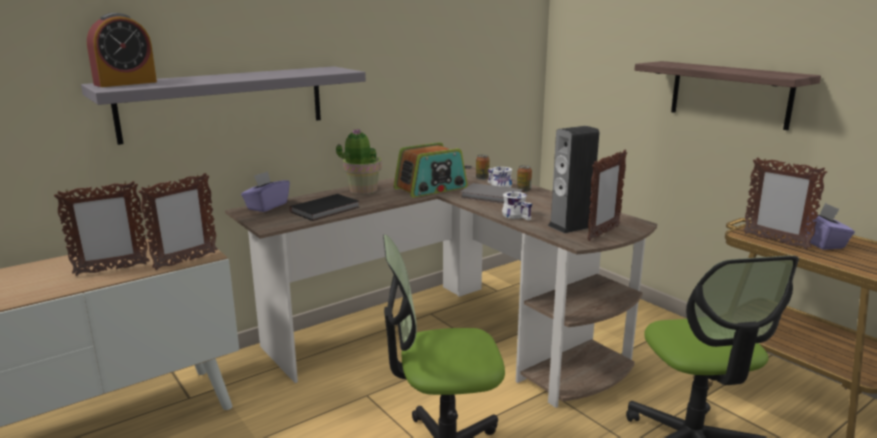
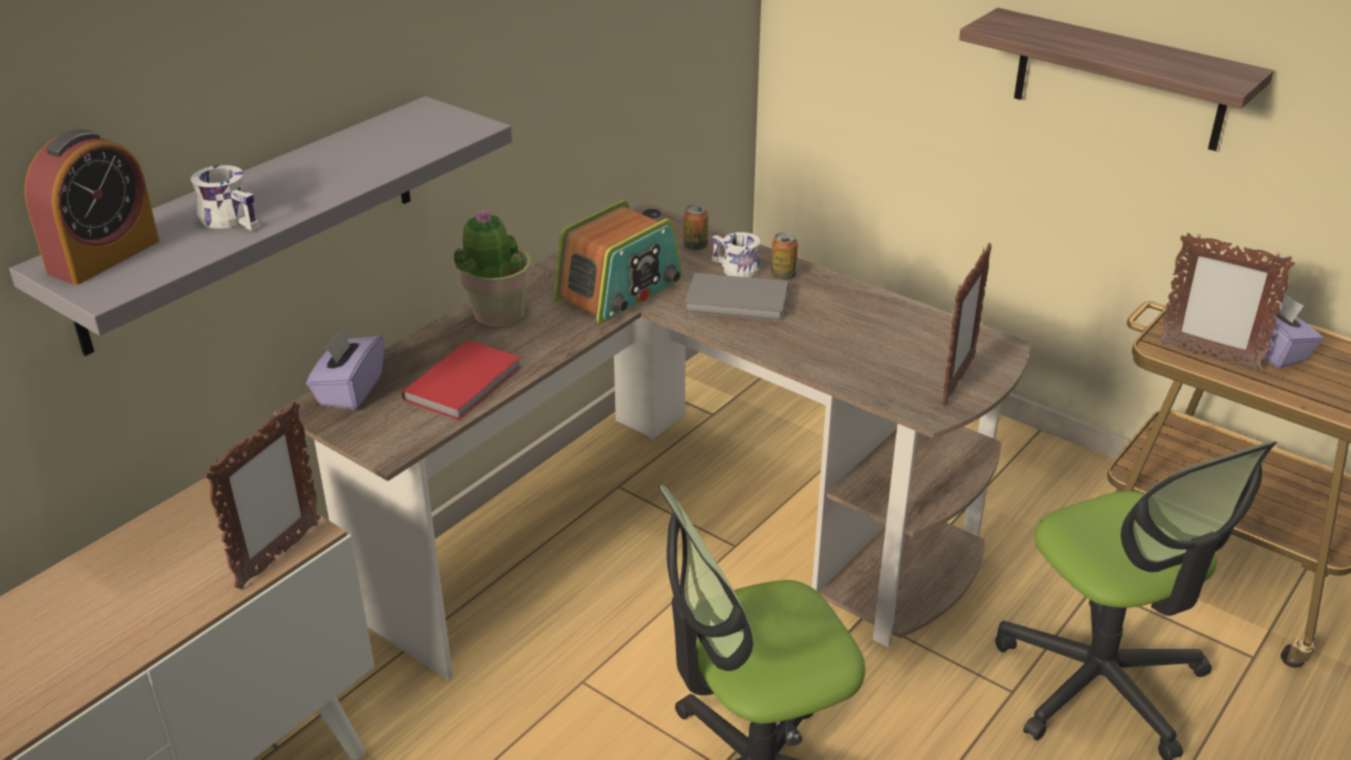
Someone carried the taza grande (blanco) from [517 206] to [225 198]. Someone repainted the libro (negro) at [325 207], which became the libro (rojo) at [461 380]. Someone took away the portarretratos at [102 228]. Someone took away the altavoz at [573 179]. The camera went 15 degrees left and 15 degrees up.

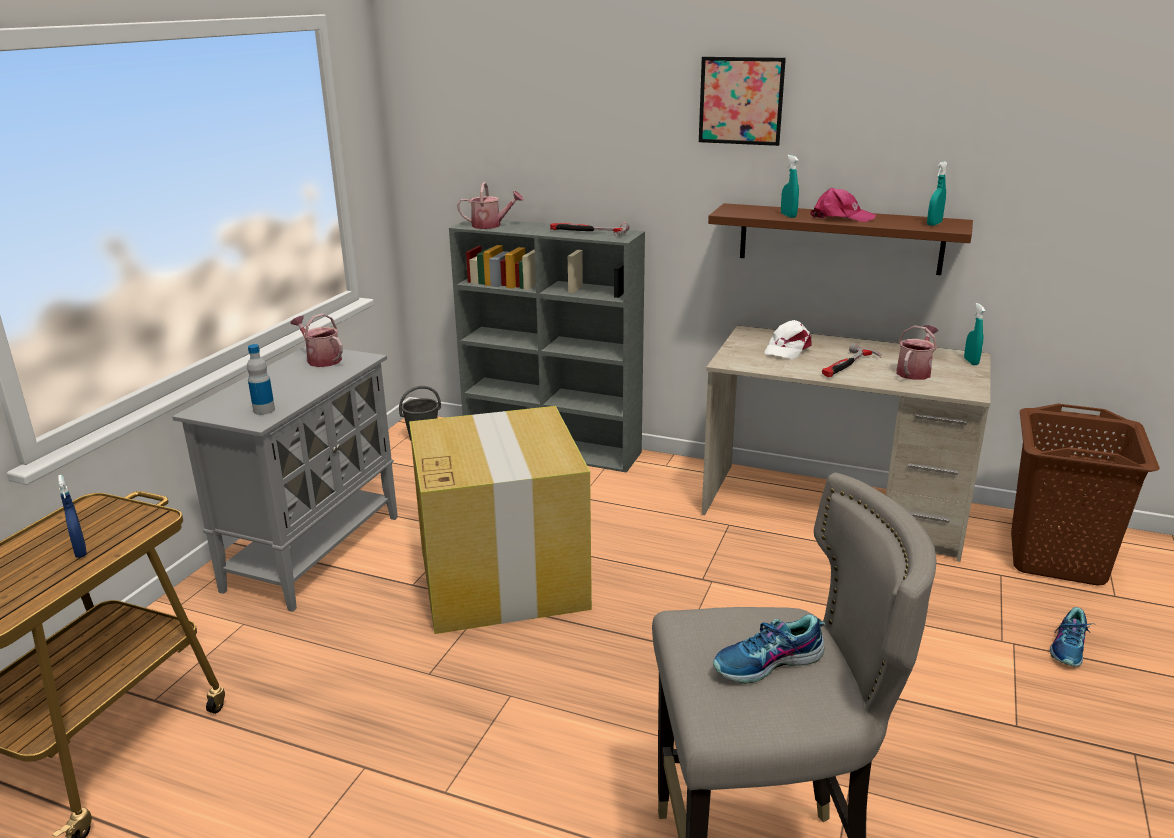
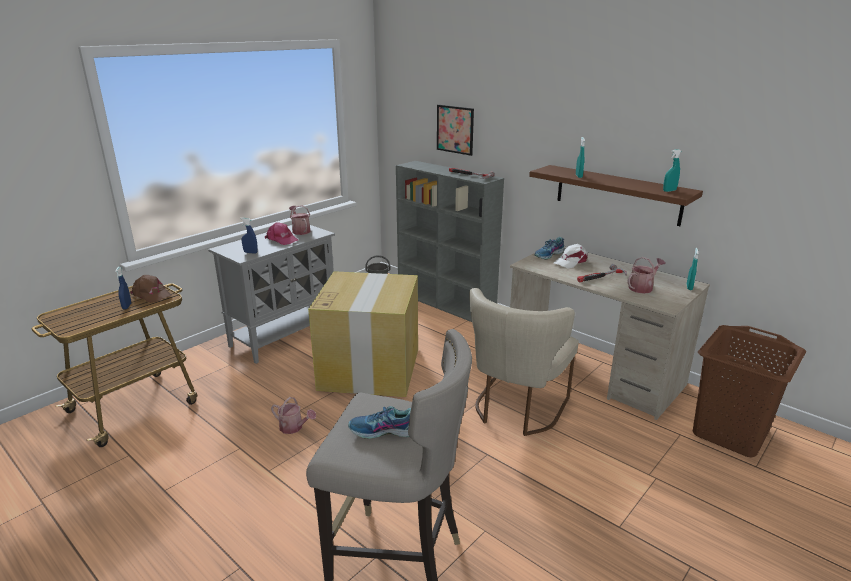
Someone put down the gorra (marrón) at [151 289]. Someone swapped the botella at [261 379] for the pulverizador (azul) at [249 236]. Someone carried the gorra (rosa) from [843 205] to [281 233]. Someone carried the regadera from [490 205] to [293 415]. Someone carried the cuadro from [742 101] to [455 130]. Someone put down the silla (beis) at [524 362]. Someone carried the zapato from [1071 637] to [549 248]. The camera went 20 degrees right and 0 degrees up.

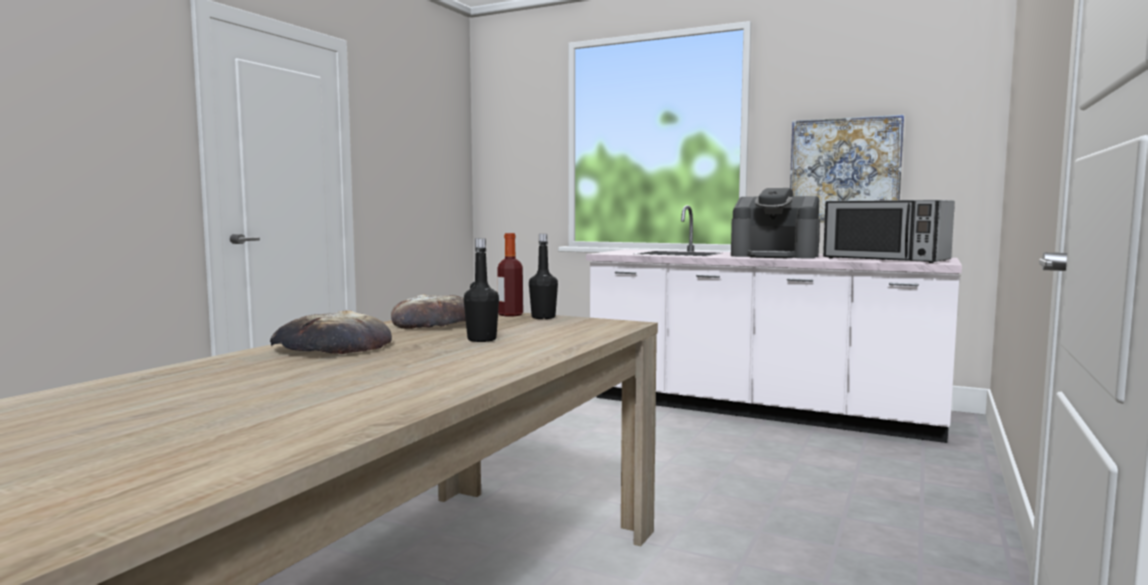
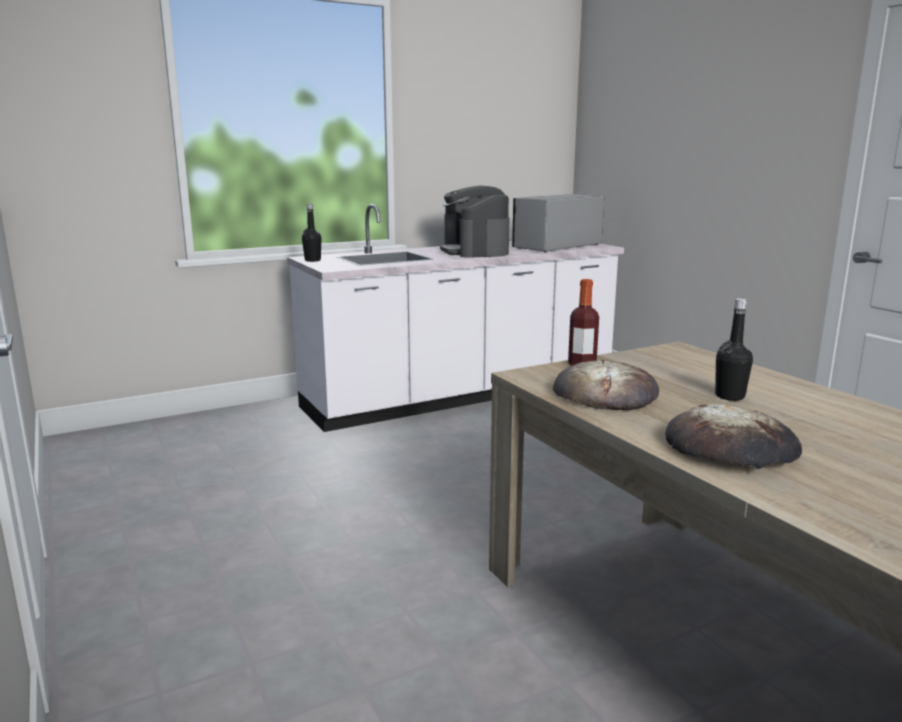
Someone carried the botella (negro) from [543 276] to [311 233]. Someone rotated the cafetera at [775 223] by 105 degrees clockwise. Someone rotated the microondas at [889 231] by 150 degrees clockwise. Someone took away the cuadro at [847 169]. The camera went 55 degrees left and 10 degrees up.

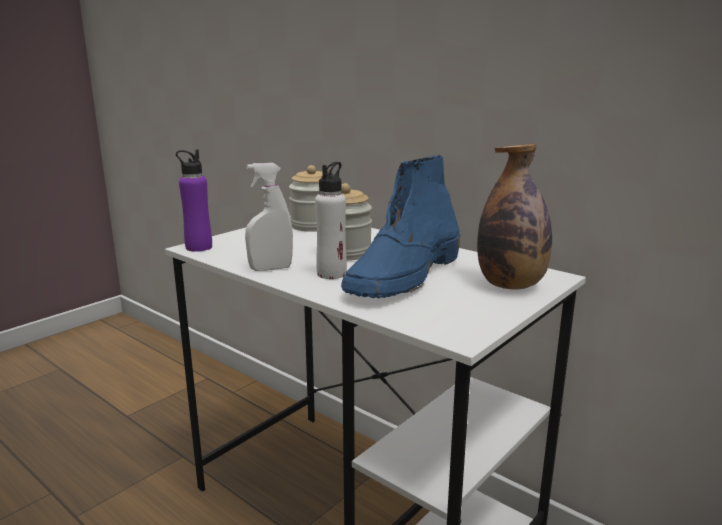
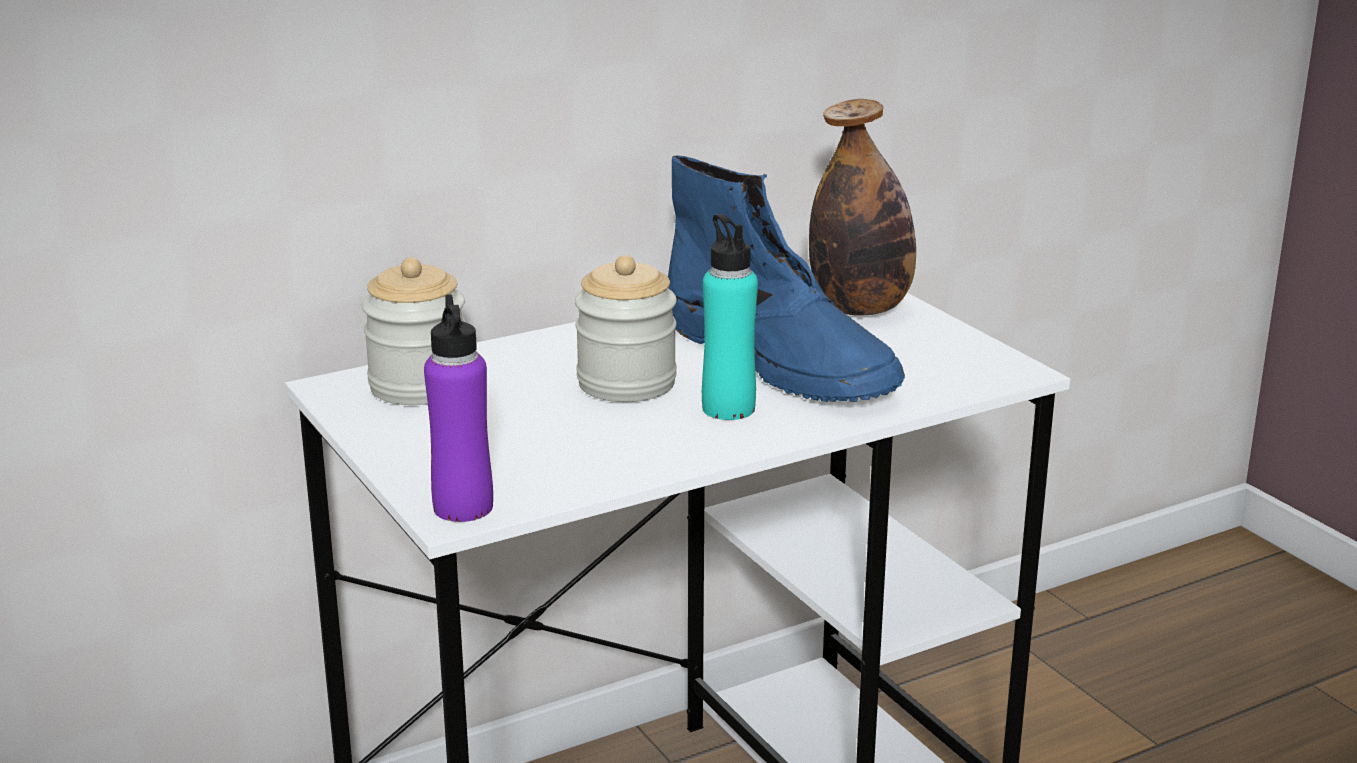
Someone repainted the botella (blanco) at [331 220], which became the botella (turquesa) at [730 317]. Someone took away the pulverizador (blanco) at [269 217]. The camera went 70 degrees left and 5 degrees up.

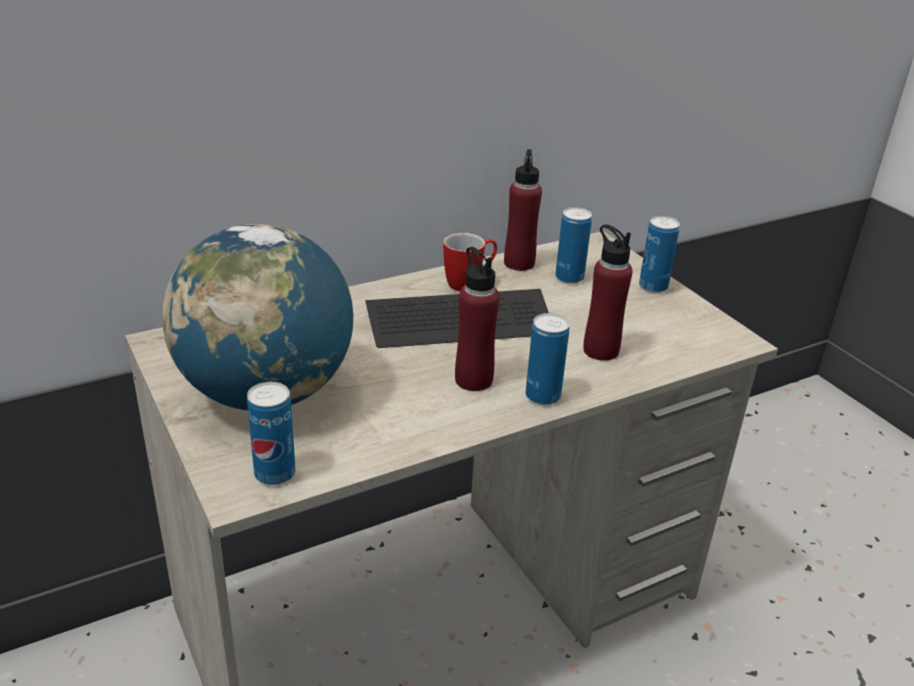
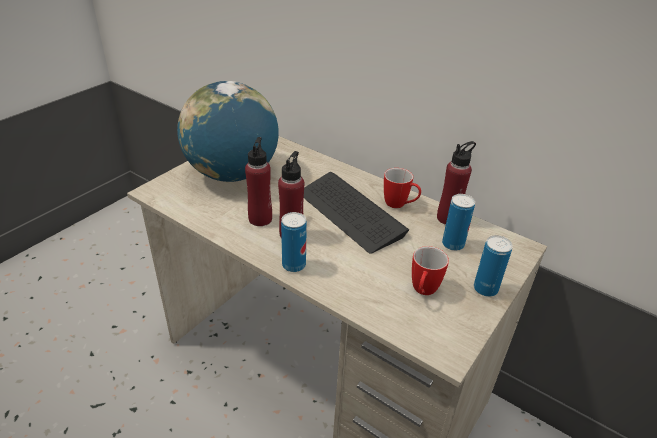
Someone carried the botella (rojo) from [608 292] to [258 181]. Someone put down the taza grande at [430 270]. Someone took away the lata at [271 433]. The camera went 65 degrees right and 5 degrees up.

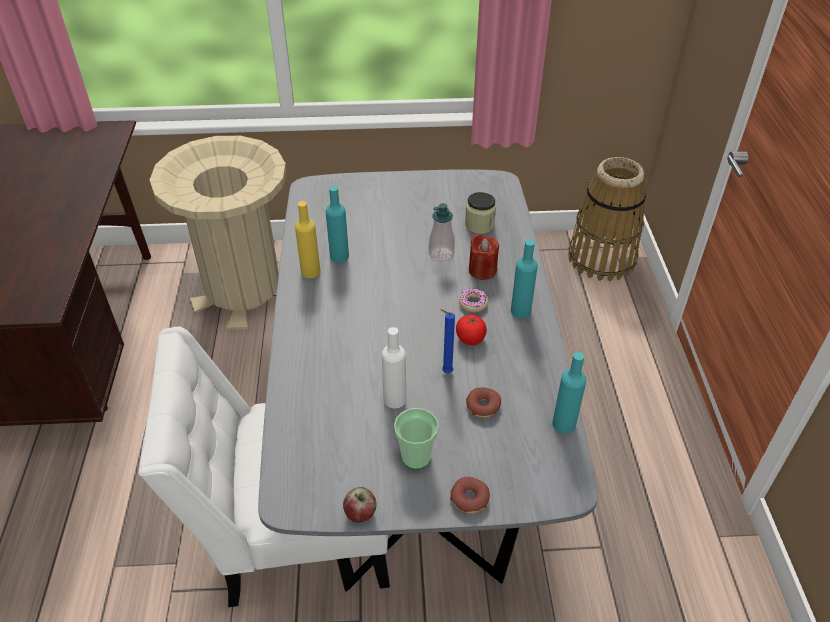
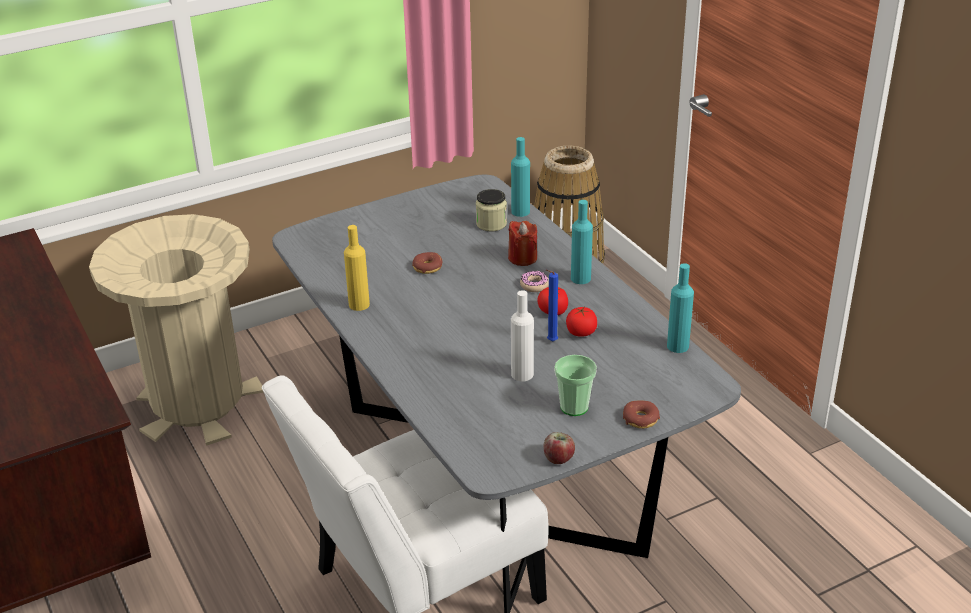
Someone carried the rosquilla from [483 402] to [427 263]. Someone carried the botella (turquesa) from [337 224] to [520 177]. Someone put down the tomate at [581 322]. Someone took away the dispensador de jabón at [442 232]. The camera went 25 degrees left and 10 degrees down.

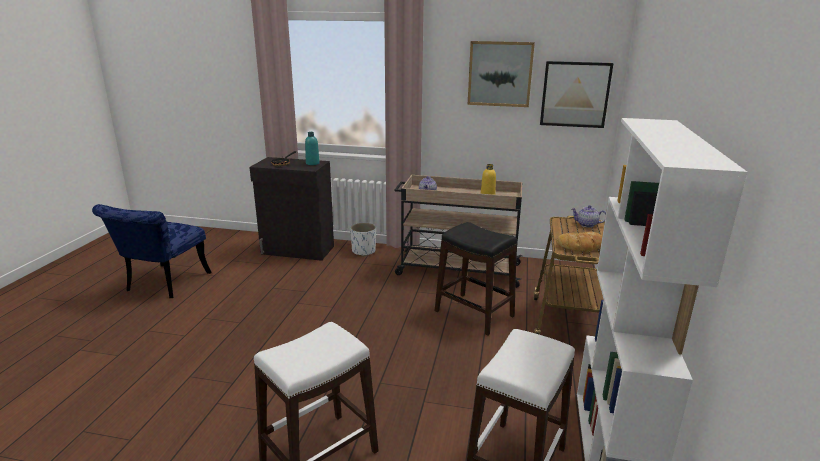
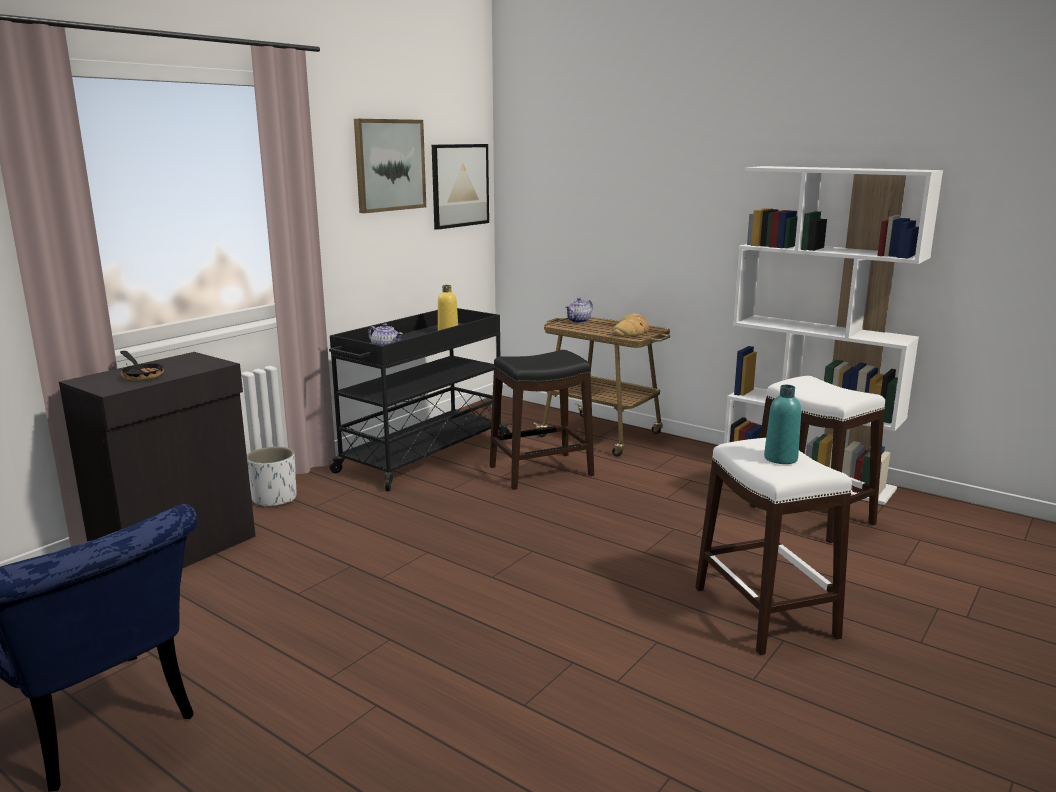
Someone repainted the carrito (beis) at [458 231], which became the carrito (negro) at [420 399]. Someone carried the botella (turquesa) from [312 148] to [782 424]. The camera went 65 degrees left and 5 degrees down.

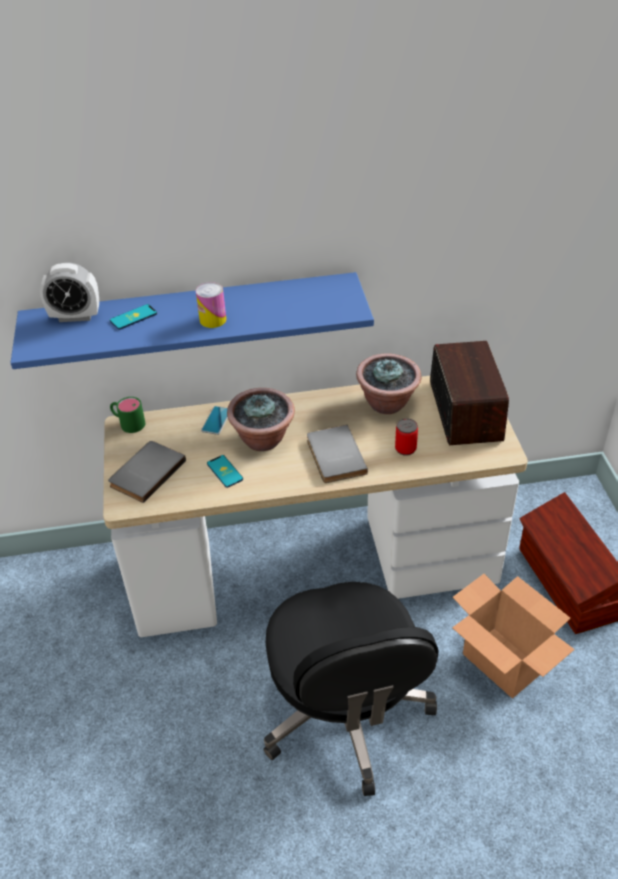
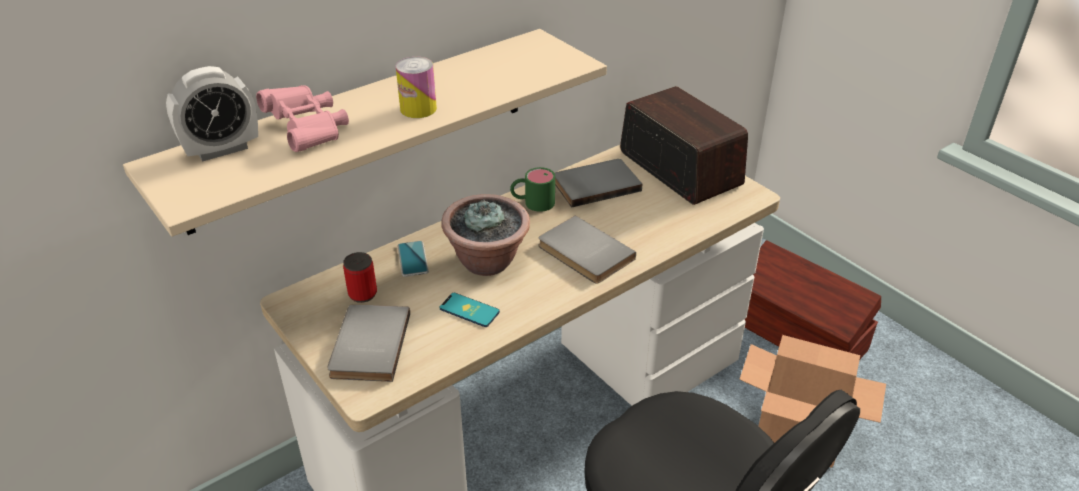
Someone repainted the estante (azul) at [192 320], which became the estante (beis) at [365 133]. Someone swapped the móvil at [133 317] for the prismáticos (rosa) at [302 118]. Someone carried the lata from [406 437] to [360 277]. Someone carried the taza grande (verde) from [127 415] to [532 189]. Someone swapped the planta en maceta at [388 383] for the libro (gris) at [598 183]. The camera went 30 degrees left and 5 degrees down.

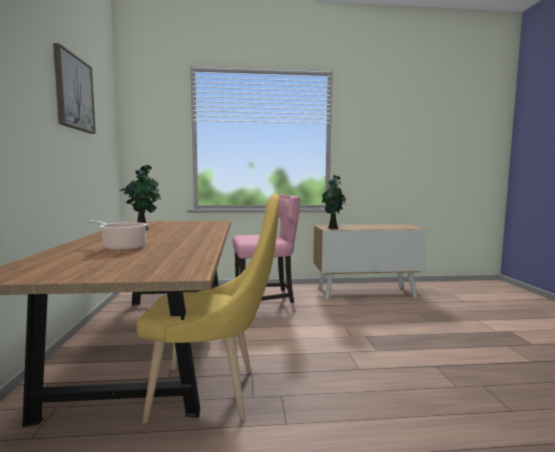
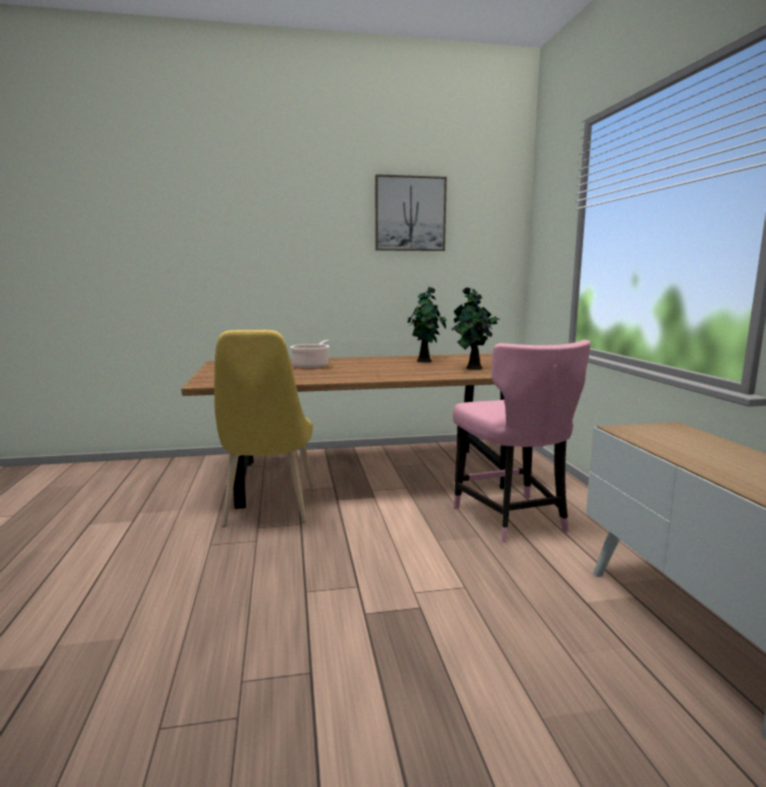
Someone carried the planta en maceta from [334 202] to [475 328]. The camera went 85 degrees right and 5 degrees up.

